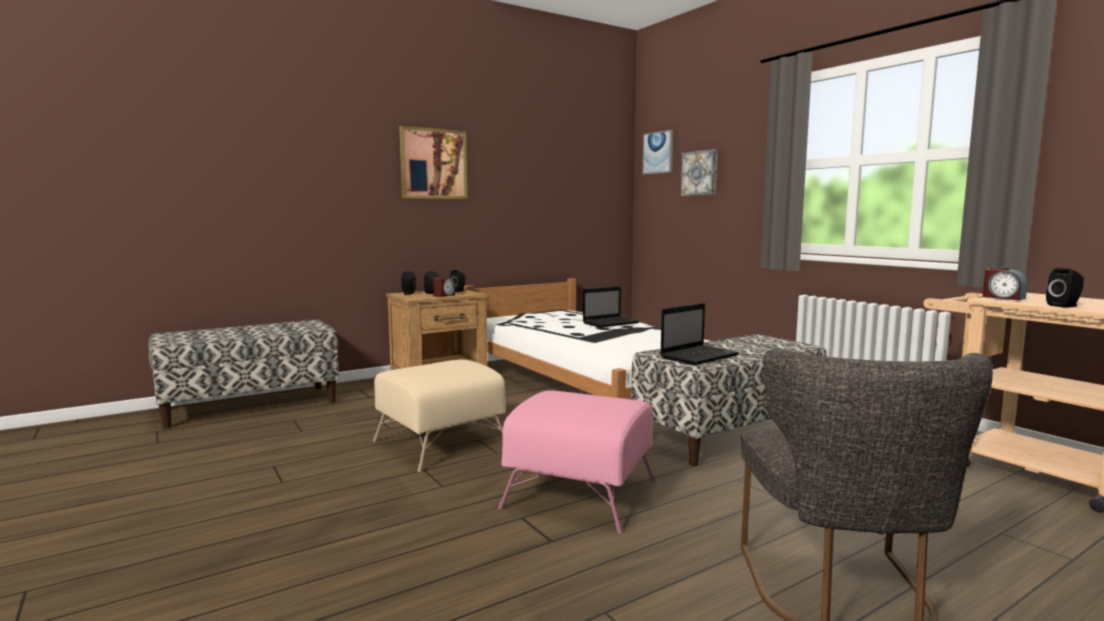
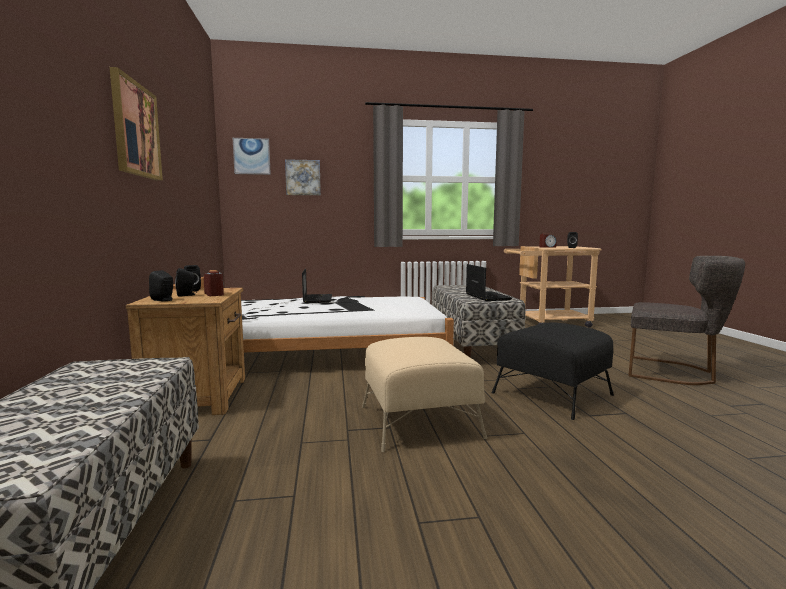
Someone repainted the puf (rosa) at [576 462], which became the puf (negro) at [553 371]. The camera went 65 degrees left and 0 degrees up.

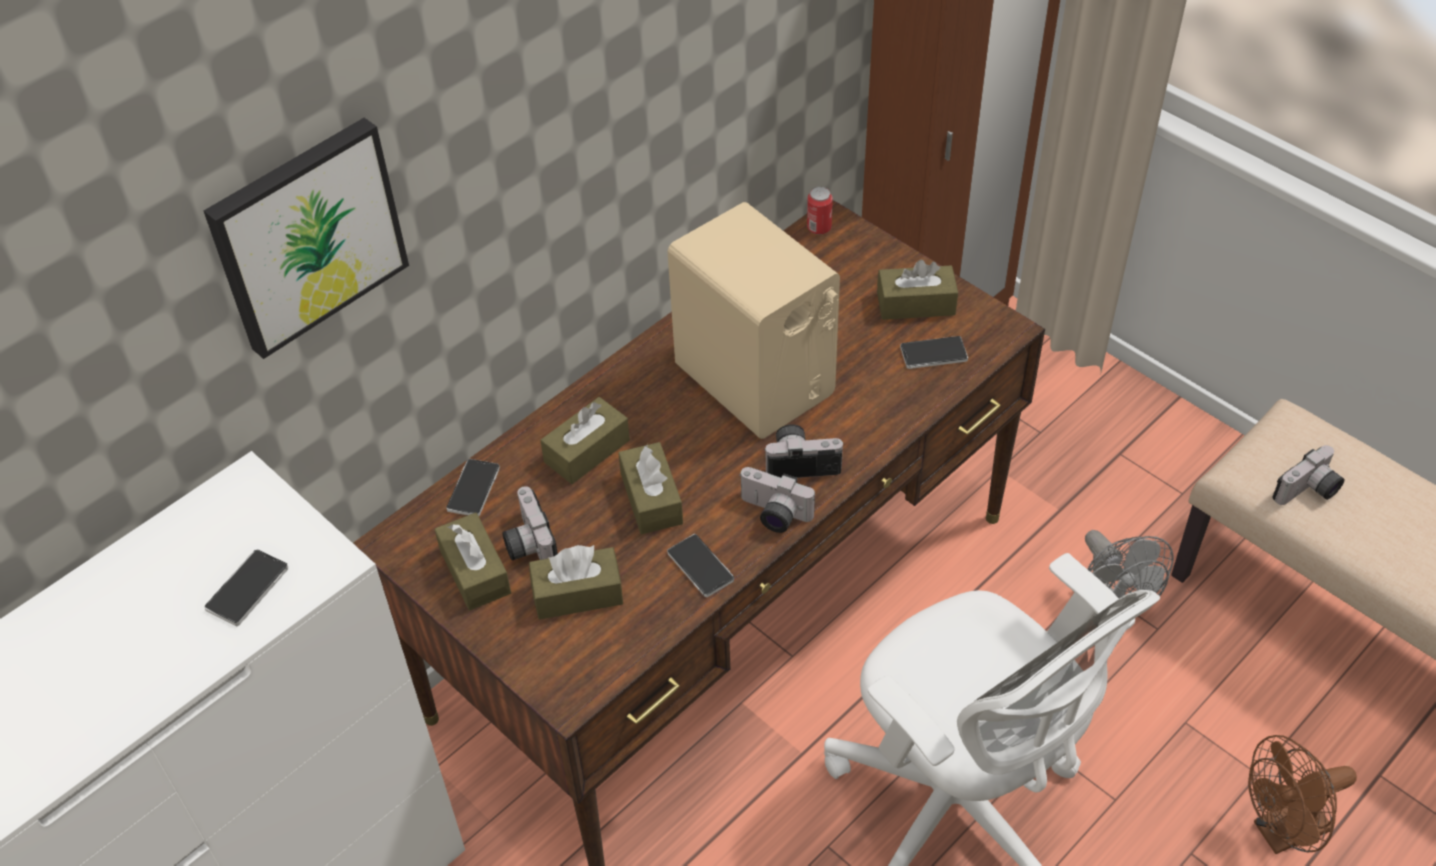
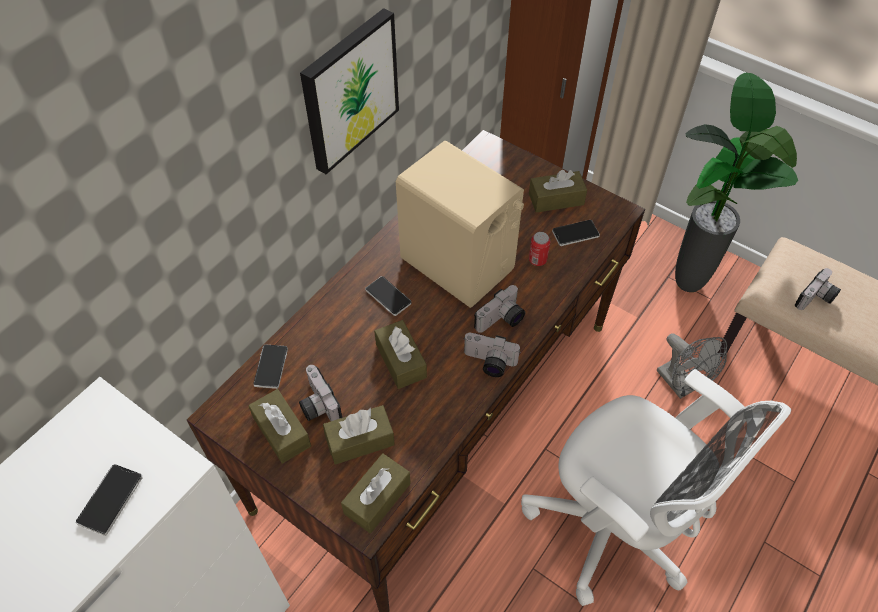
Someone carried the cuadro from [306 238] to [349 91]. Someone carried the caja de pañuelos (marrón) from [585 440] to [376 493]. Someone carried the móvil from [700 565] to [388 296]. Someone rotated the cámara at [803 451] by 150 degrees clockwise. Someone carried the lata from [820 211] to [539 249]. Someone put down the planta en maceta at [736 182]. Someone took away the ventilador (marrón) at [1302 794]. The camera went 10 degrees left and 5 degrees up.

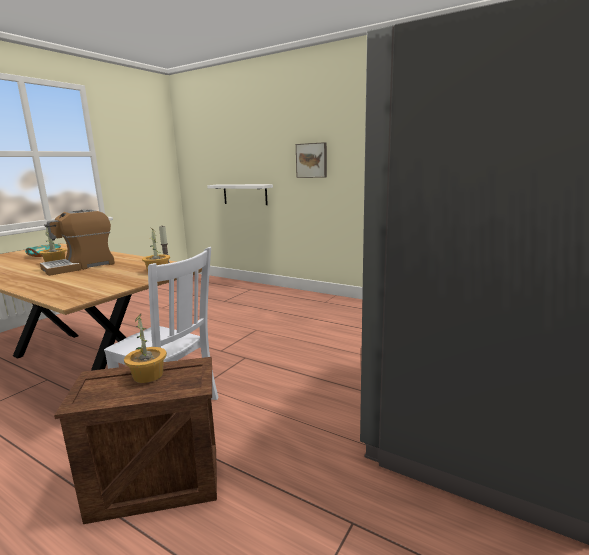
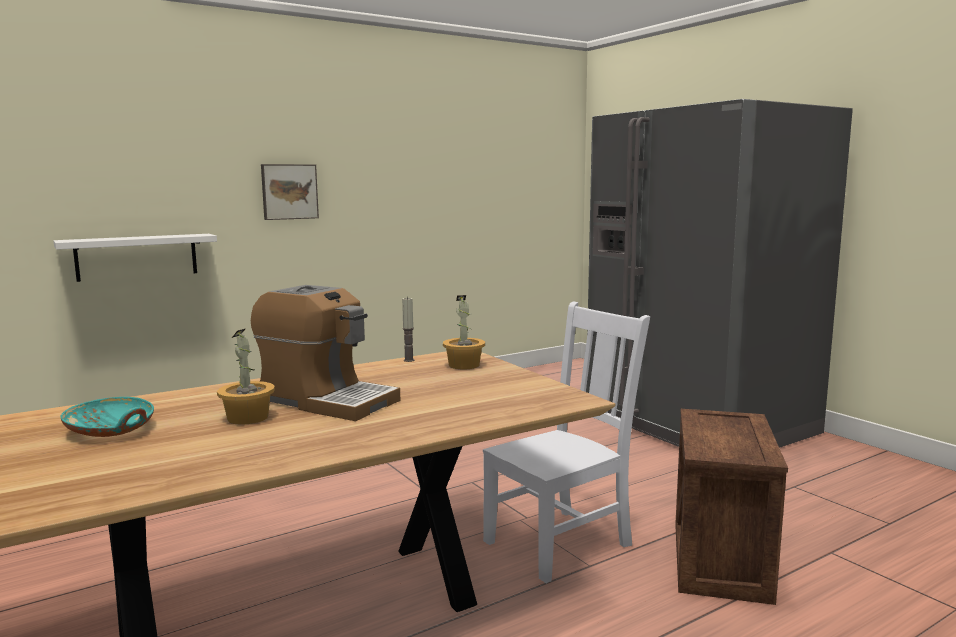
Someone rotated the cafetera at [77 242] by 45 degrees counterclockwise. Someone took away the planta en maceta at [145 348]. The camera went 65 degrees left and 5 degrees down.

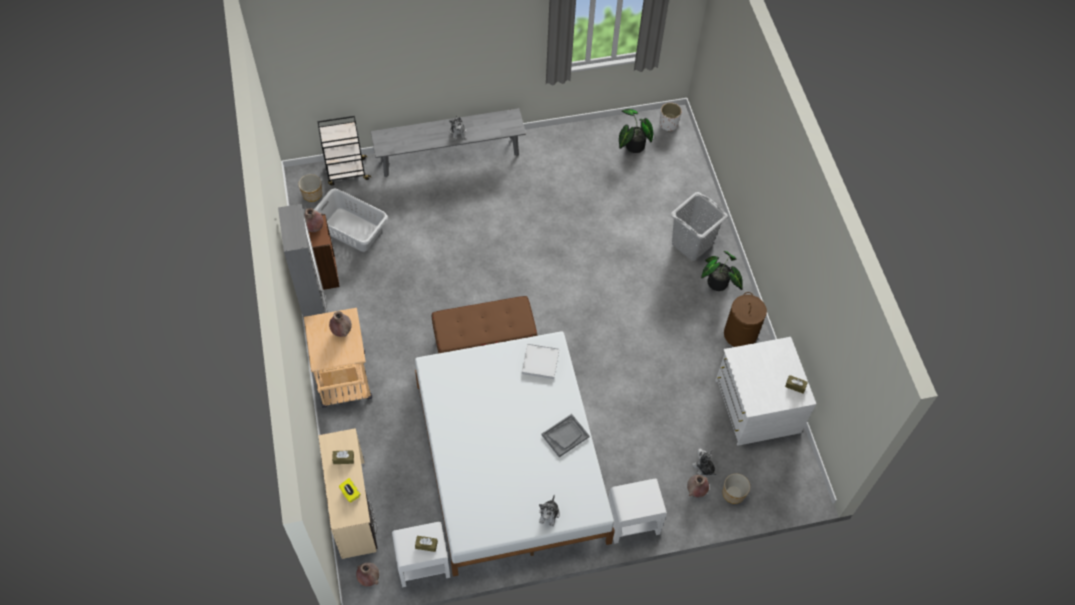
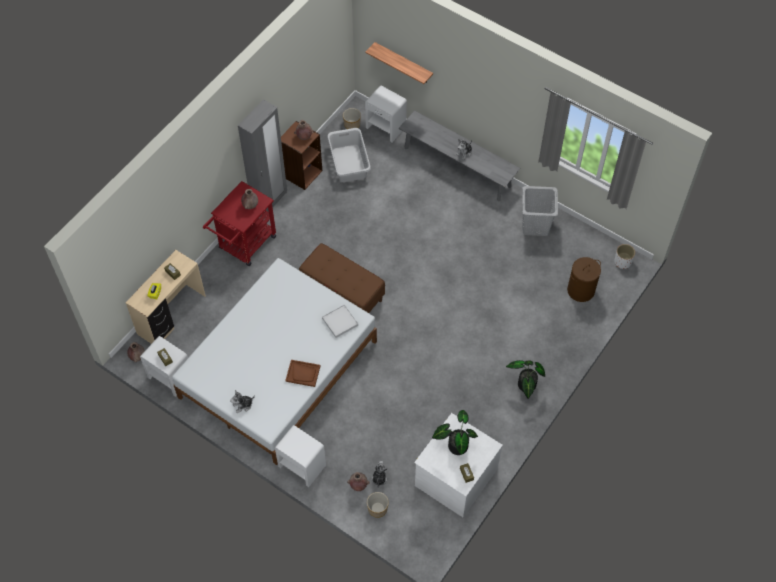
Someone repainted the carrito (beis) at [338 357], which became the carrito (rojo) at [239 223]. Someone repainted the bandeja (gris) at [565 435], which became the bandeja (marrón) at [302 373]. Someone put up the estante at [399 63]. Someone swapped the carrito (negro) at [344 151] for the mesita de noche (blanco) at [386 114]. Someone carried the planta en maceta from [636 131] to [455 432]. Someone carried the cesto de la ropa (gris) from [699 226] to [540 211]. Someone carried the cesto de la ropa (marrón) from [745 319] to [584 279]. The camera went 50 degrees right and 0 degrees up.

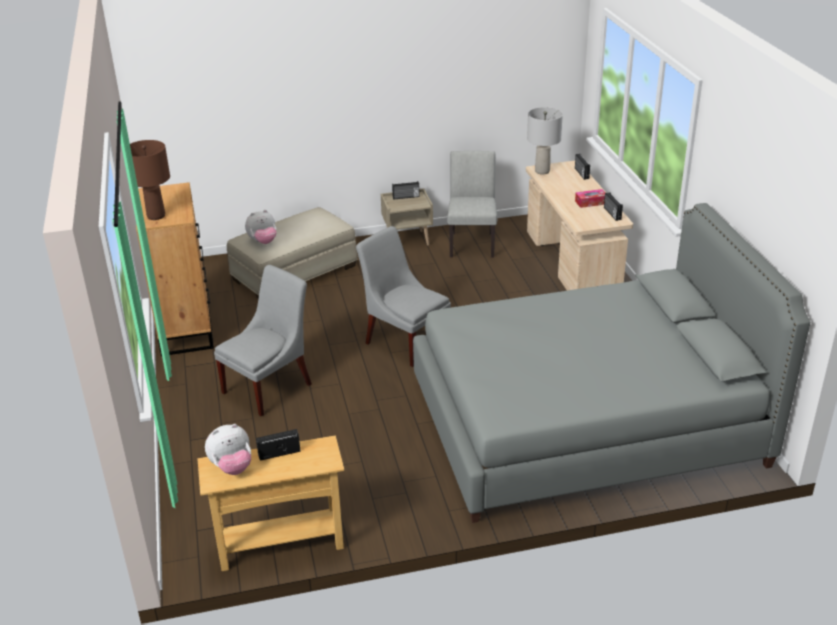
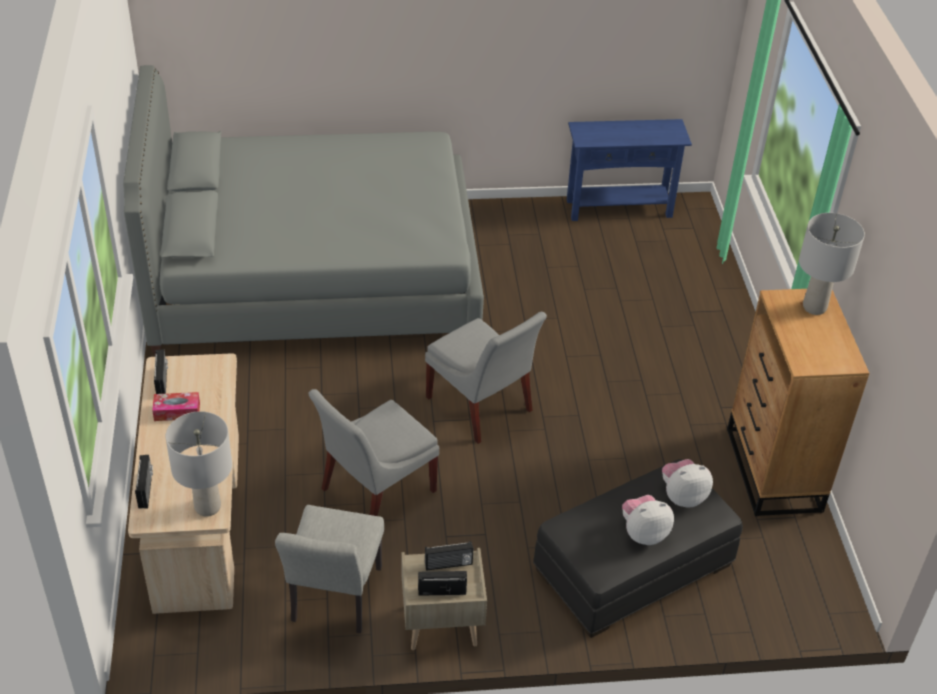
Someone carried the silla (gris) from [263 341] to [374 452]. Someone carried the radio from [278 445] to [449 556]. Someone repainted the puf (beis) at [292 253], which became the puf (negro) at [638 548]. Someone repainted the mesa consola (beis) at [271 503], which became the mesa consola (azul) at [629 170]. Someone carried the peluche from [228 449] to [648 520]. Someone repainted the lámpara de mesa (marrón) at [150 180], which became the lámpara de mesa (gris) at [832 264]. The camera went 175 degrees left and 10 degrees up.

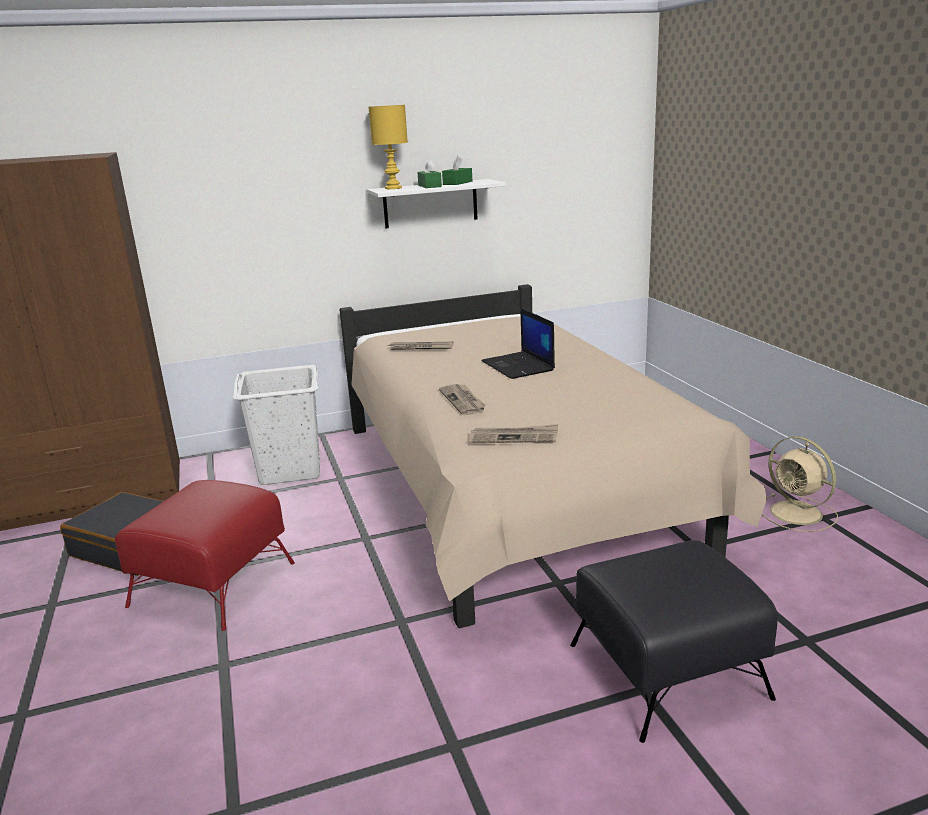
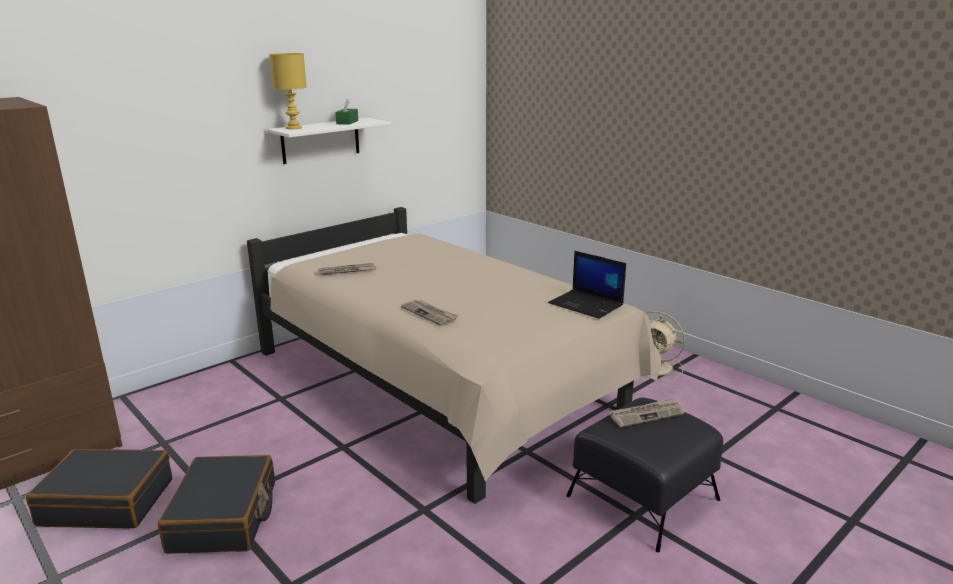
Someone swapped the puf (rojo) at [205 555] for the maleta (negro) at [216 504]. Someone carried the portátil from [518 343] to [587 285]. Someone carried the periódico from [513 433] to [647 412]. Someone took away the cesto de la ropa (blanco) at [276 425]. Someone took away the caja de pañuelos (verde) at [429 173]. The camera went 25 degrees left and 0 degrees up.

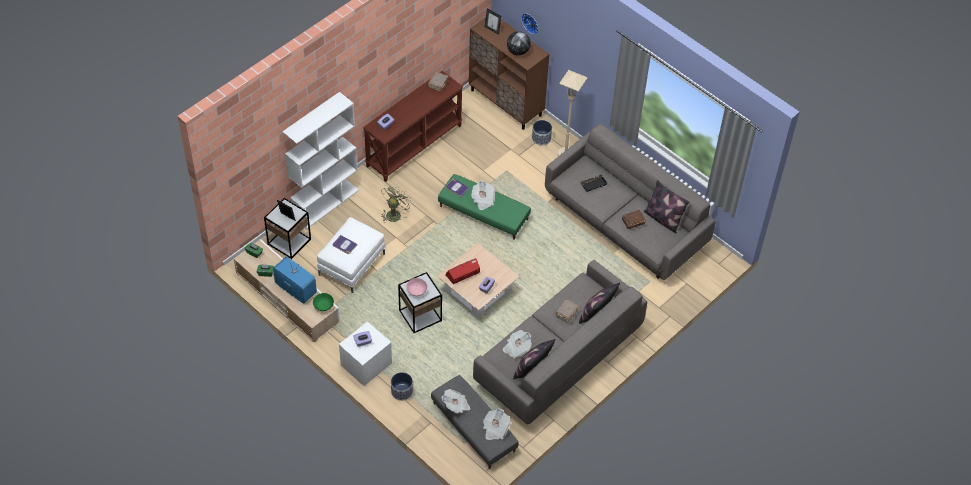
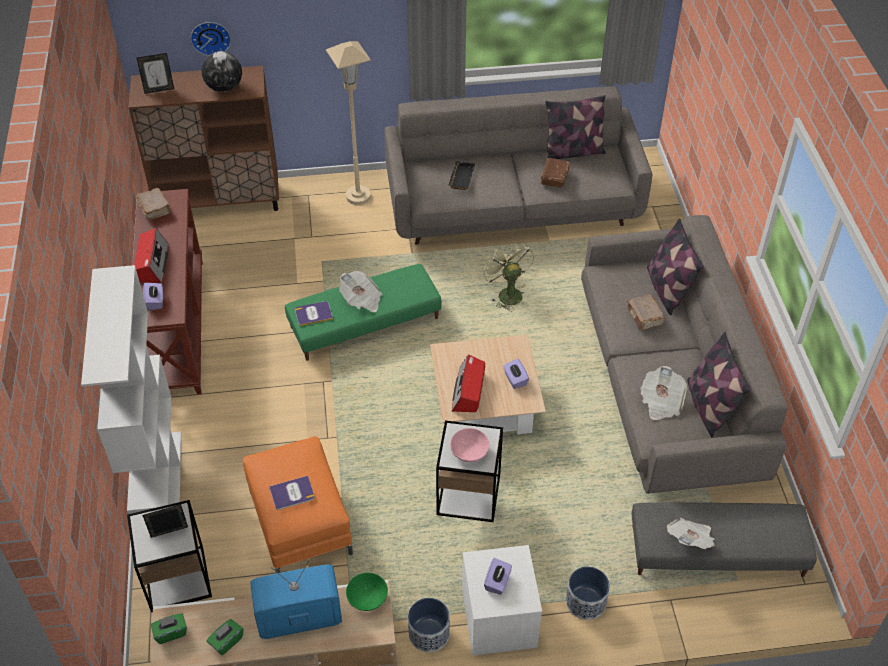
Someone put down the radio at [151 255]. Someone repainted the puf (blanco) at [351 255], which became the puf (naranja) at [298 504]. Someone carried the maceta from [542 132] to [429 625]. Someone carried the ventilador (verde) from [396 203] to [507 276]. Someone took away the periódico at [497 424]. The camera went 50 degrees left and 5 degrees down.

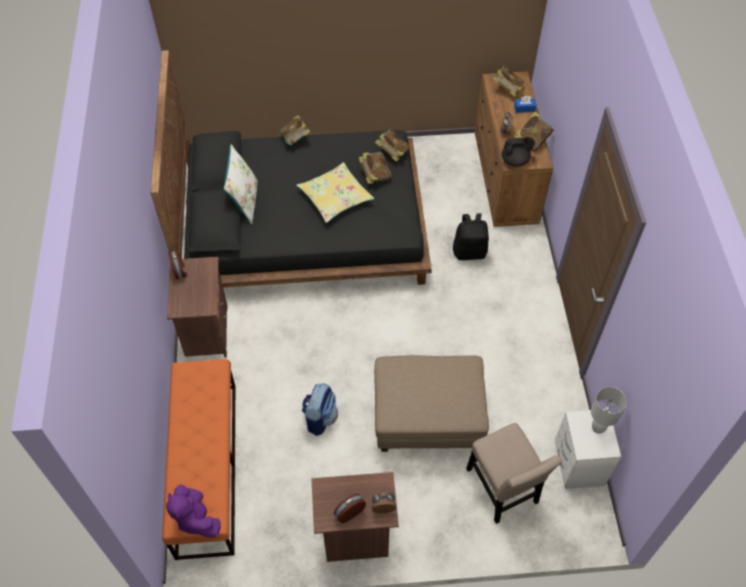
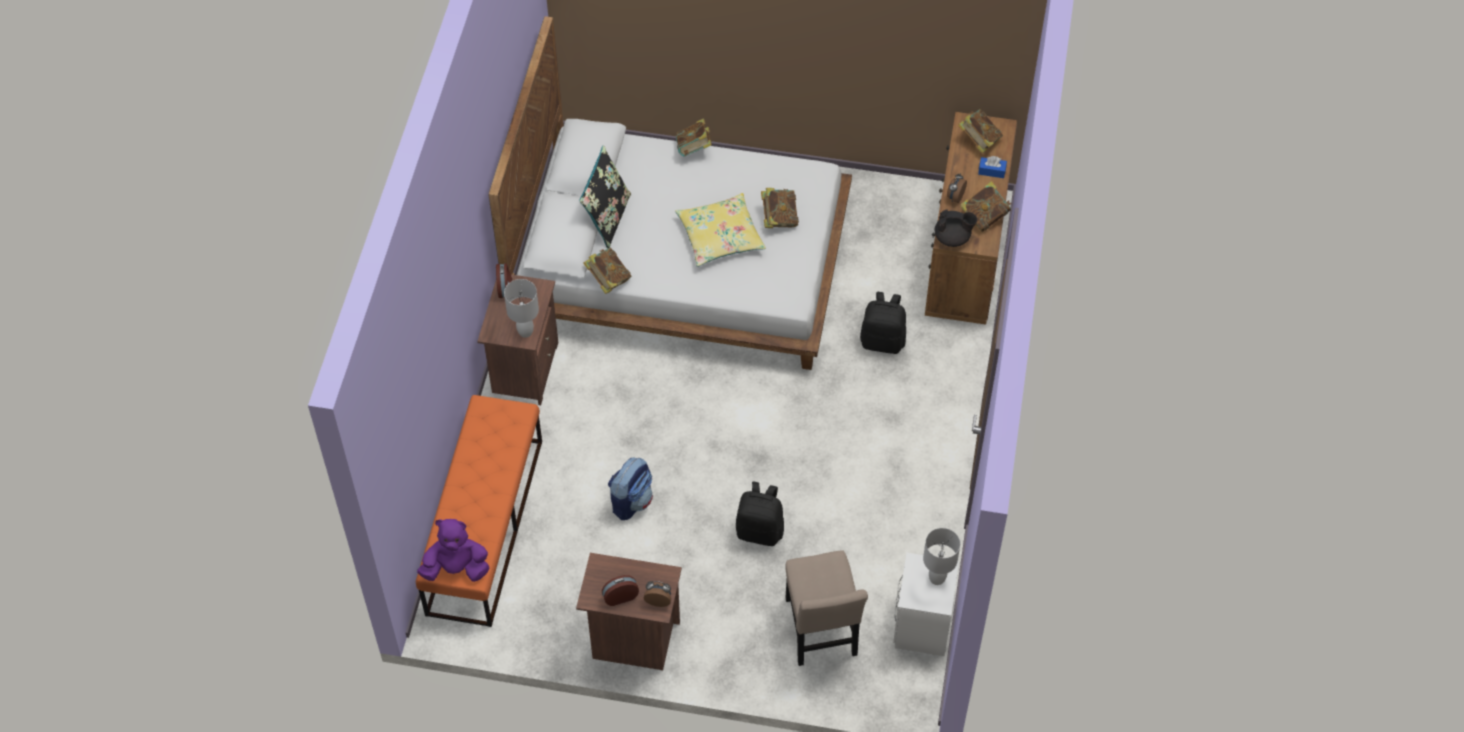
Someone rotated the peluche (morado) at [193 511] by 105 degrees clockwise. Someone repainted the cama (negro) at [291 169], which became the cama (blanco) at [670 193]. Someone put down the lámpara de mesa (blanco) at [521 308]. Someone repainted the cojín (blanco) at [240 184], which became the cojín (negro) at [605 197]. Someone carried the libro from [392 145] to [607 271]. Someone swapped the puf (beis) at [431 403] for the mochila (negro) at [760 513]. The camera went 15 degrees right and 0 degrees up.

